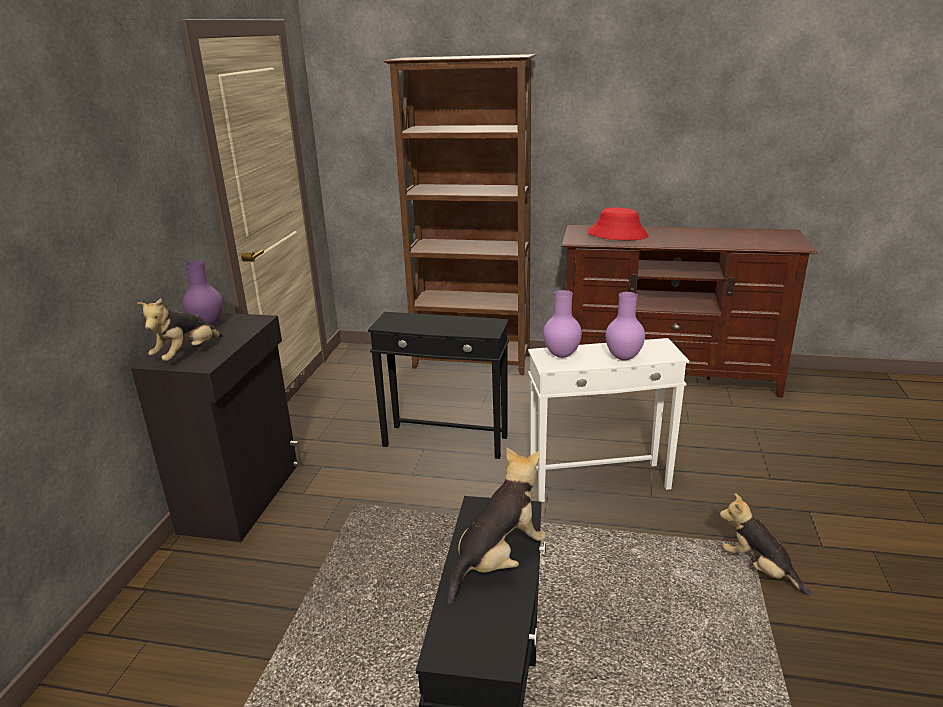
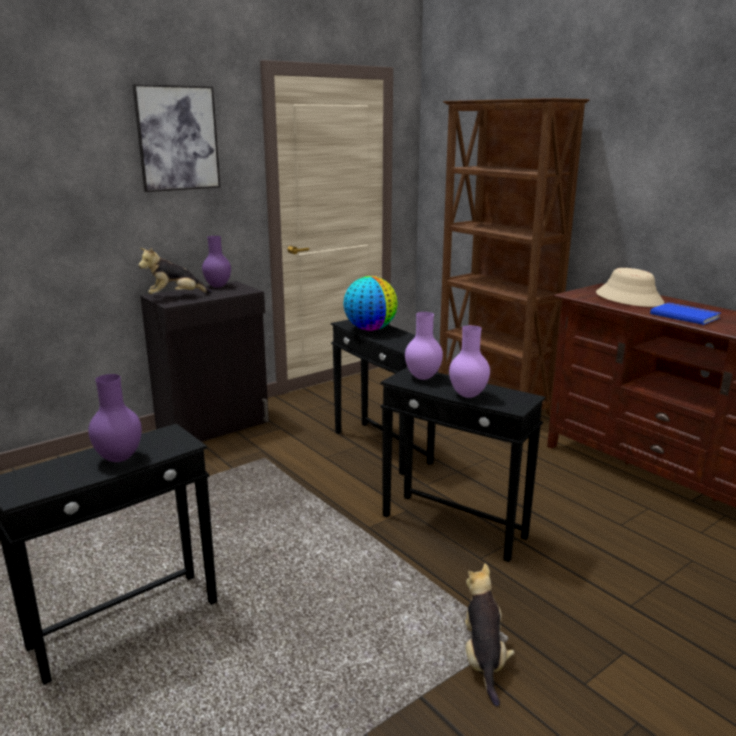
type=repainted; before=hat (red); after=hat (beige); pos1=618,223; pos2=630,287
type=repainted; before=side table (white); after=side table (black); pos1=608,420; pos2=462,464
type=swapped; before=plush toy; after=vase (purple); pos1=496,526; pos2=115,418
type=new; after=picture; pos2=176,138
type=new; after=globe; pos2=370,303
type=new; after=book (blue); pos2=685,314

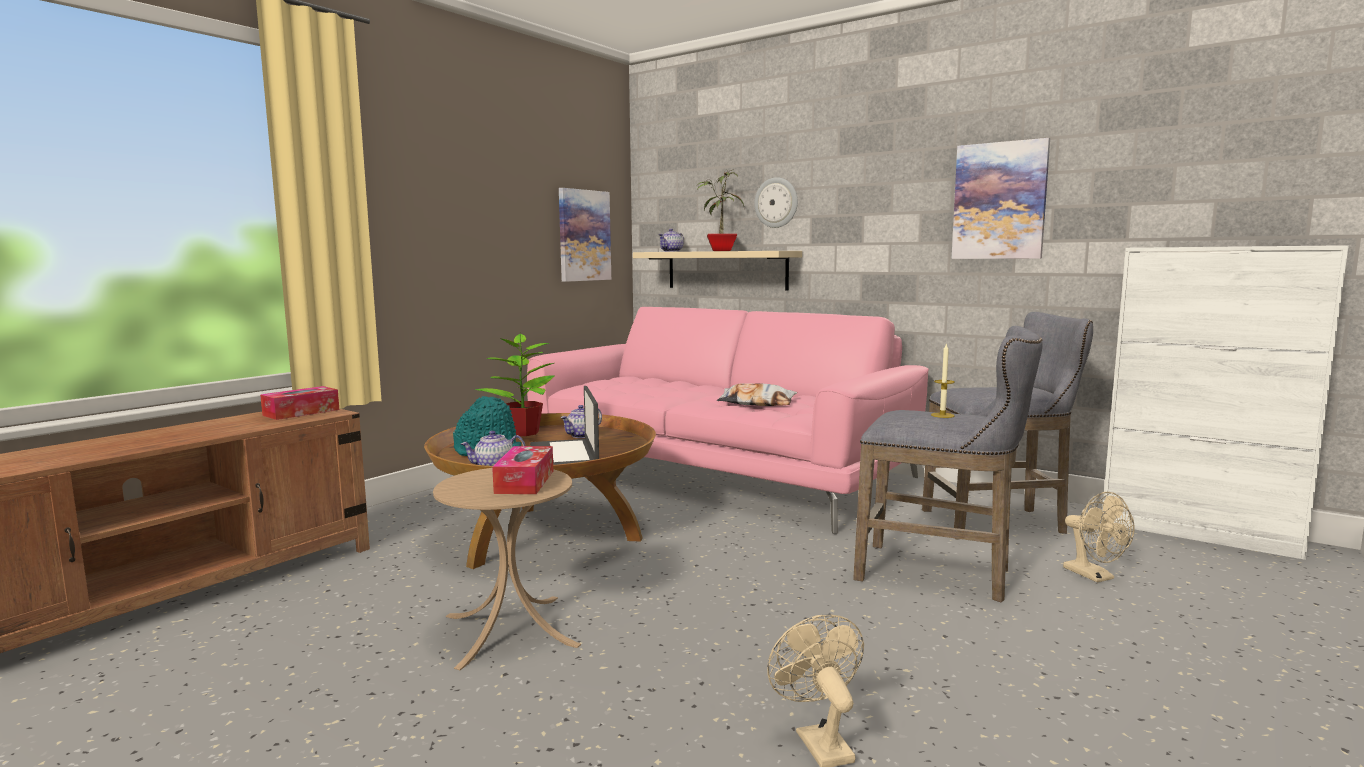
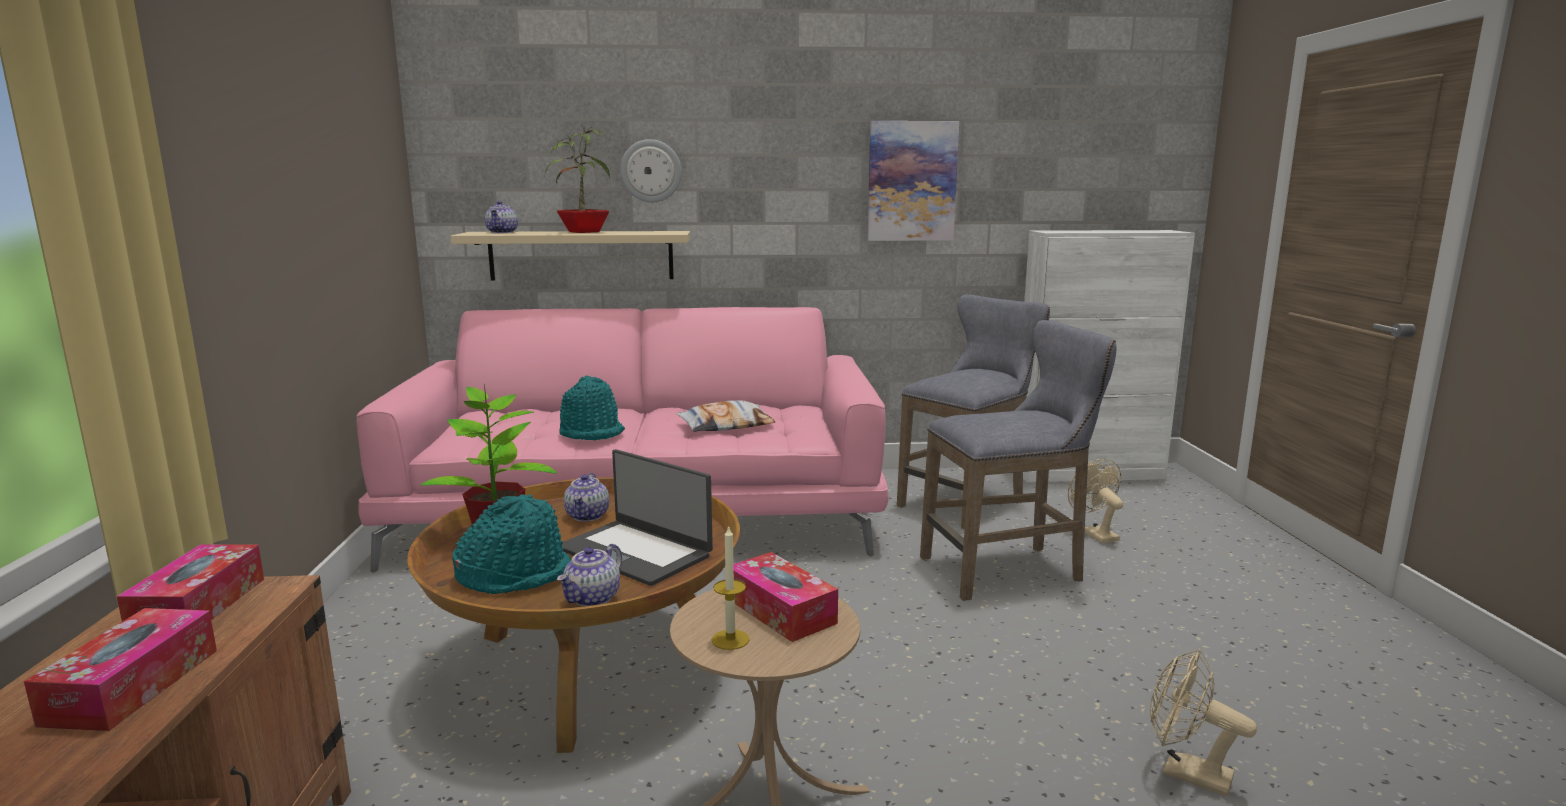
type=gone; before=picture; pos1=585,235
type=shifted; before=candle; pos1=943,380; pos2=731,587
type=rotated; before=fan (beige); pos1=1099,537; pos2=1095,501; turn=-135
type=new; after=hat (turquoise); pos2=592,407
type=new; after=tissue box; pos2=120,669

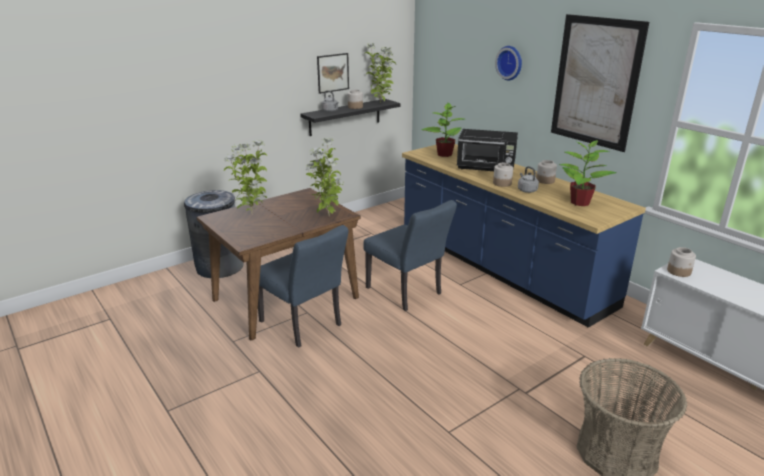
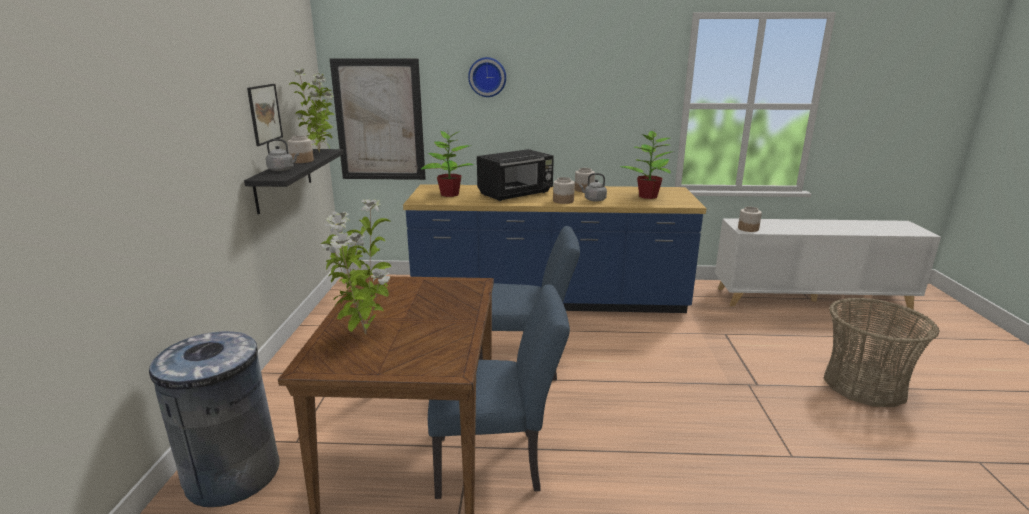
type=shifted; before=picture; pos1=600,83; pos2=378,119
type=gone; before=potted plant; pos1=324,177

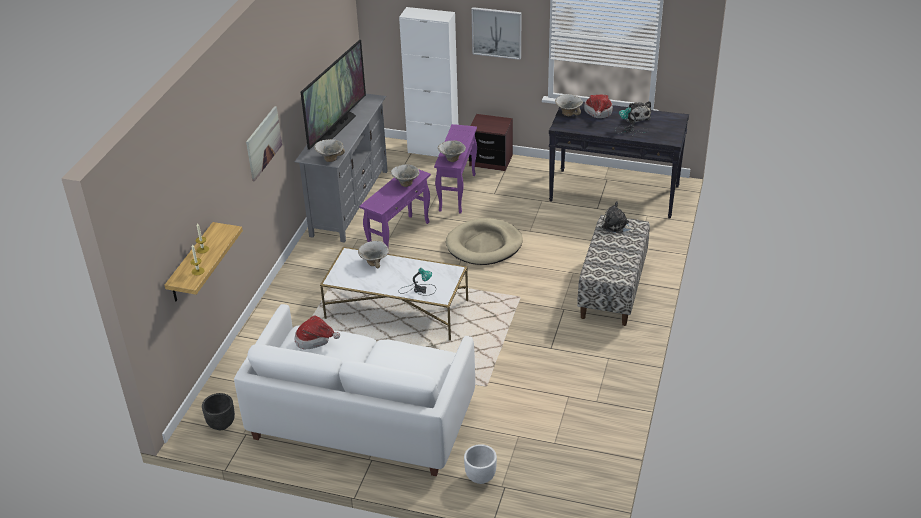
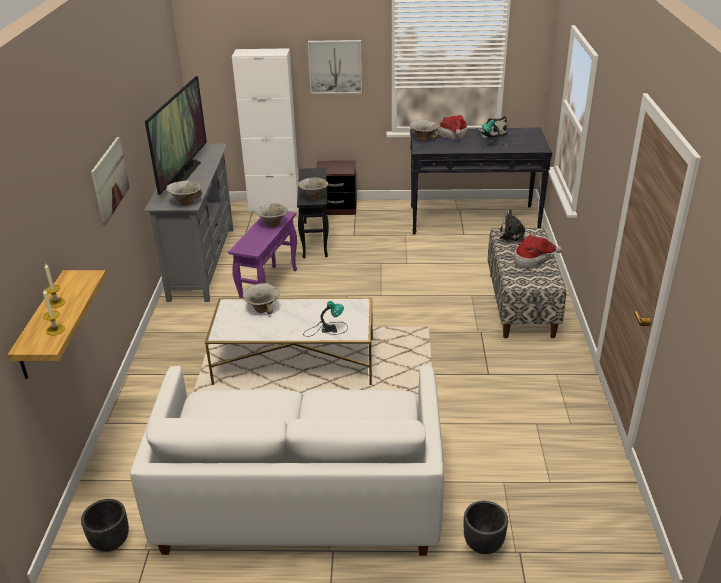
type=repainted; before=side table (purple); after=side table (black); pos1=455,169; pos2=313,213
type=gone; before=dog bed (beige); pos1=484,241
type=shifted; before=hat; pos1=317,332; pos2=538,252
type=repainted; before=planter (white); after=planter (black); pos1=480,464; pos2=486,527

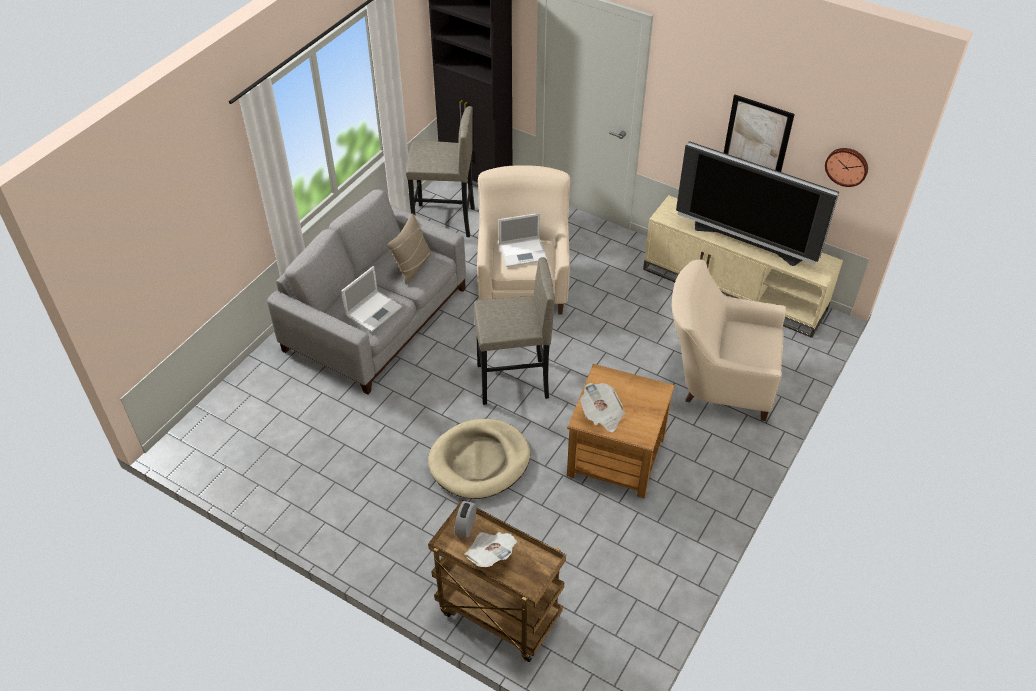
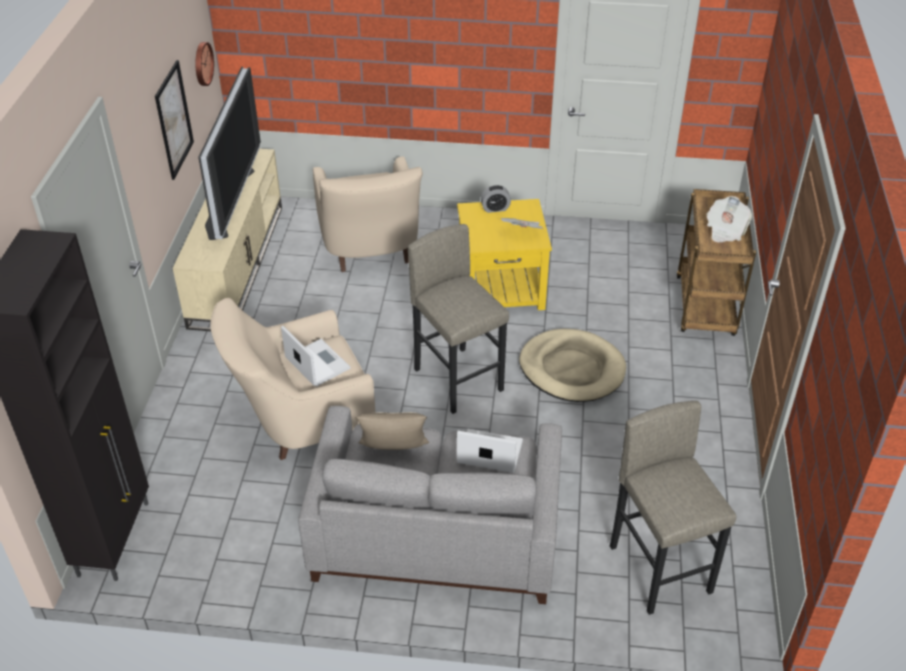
type=shifted; before=stool (grey); pos1=440,171; pos2=673,508
type=repainted; before=side table (brown); after=side table (yellow); pos1=621,431; pos2=504,254
type=shifted; before=alarm clock; pos1=465,519; pos2=496,199

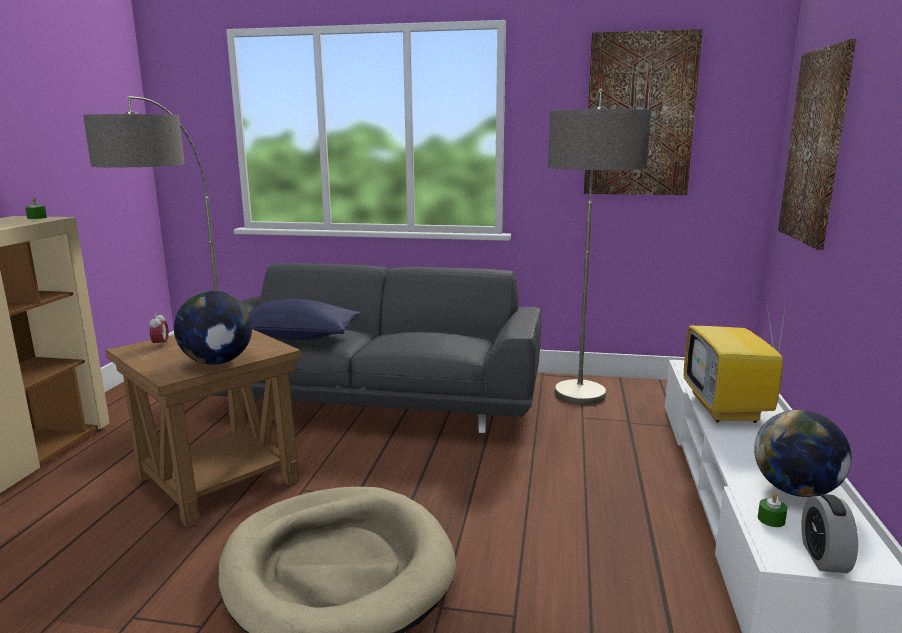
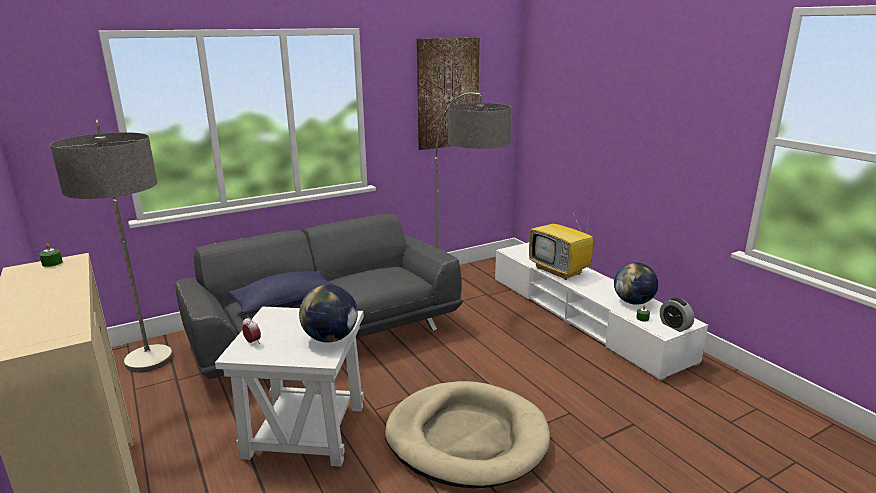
type=gone; before=picture; pos1=817,144
type=repainted; before=side table (brown); after=side table (white); pos1=203,428; pos2=289,386

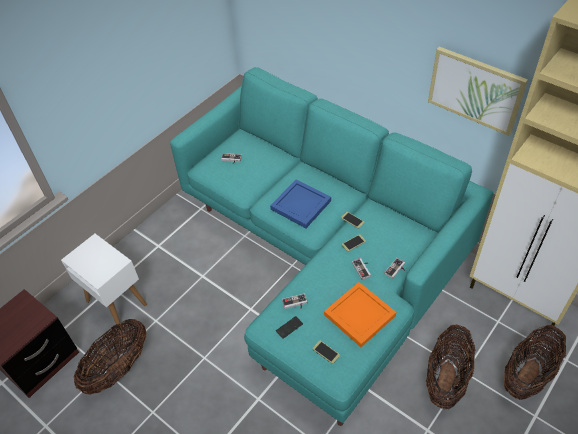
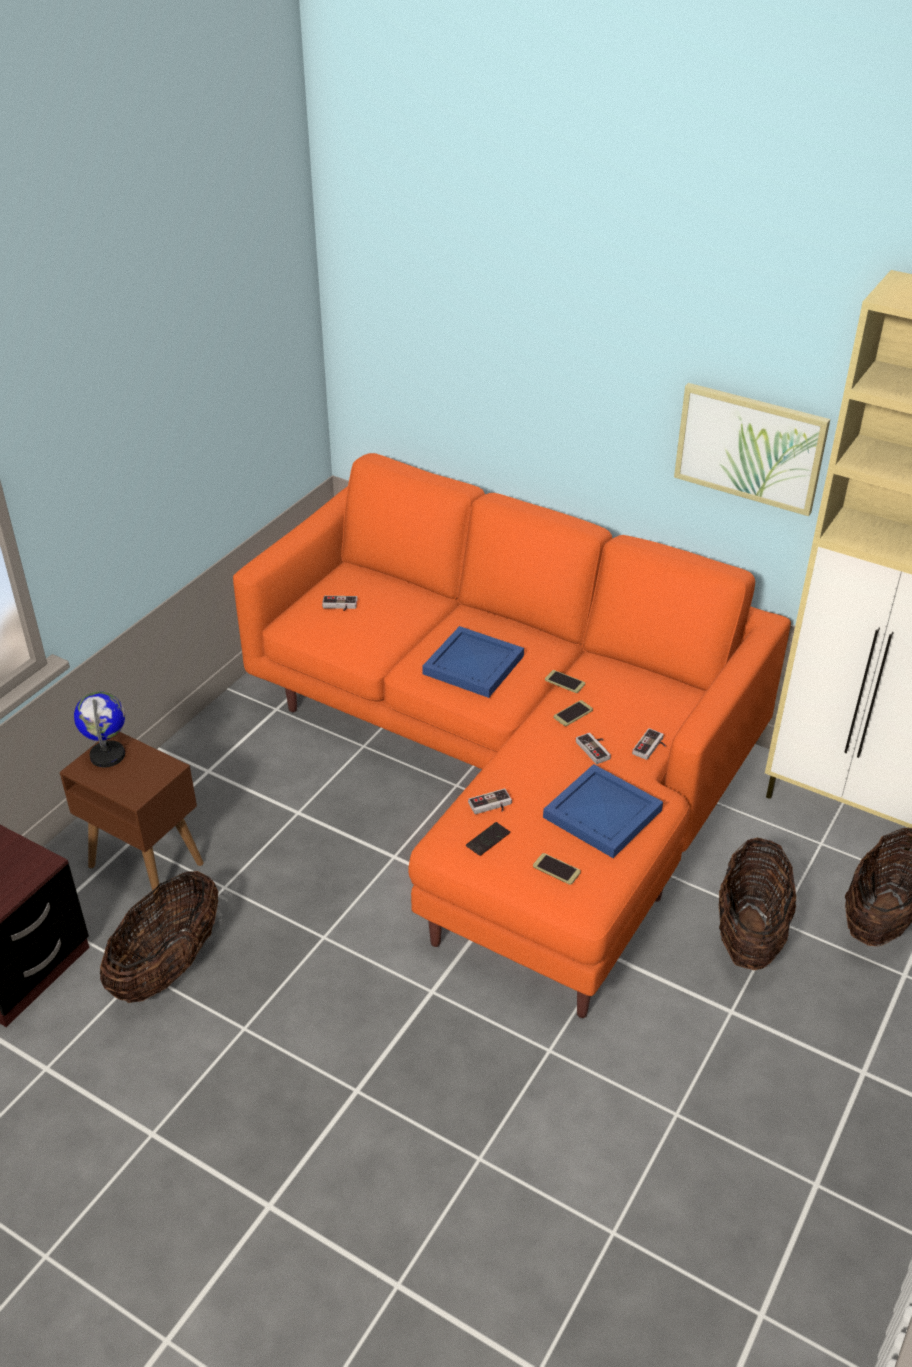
type=repainted; before=sofa (turquoise); after=sofa (orange); pos1=331,246; pos2=512,735
type=repainted; before=side table (white); after=side table (brown); pos1=104,281; pos2=132,817
type=repainted; before=tray (orange); after=tray (blue); pos1=360,314; pos2=603,811
type=new; after=globe; pos2=99,729

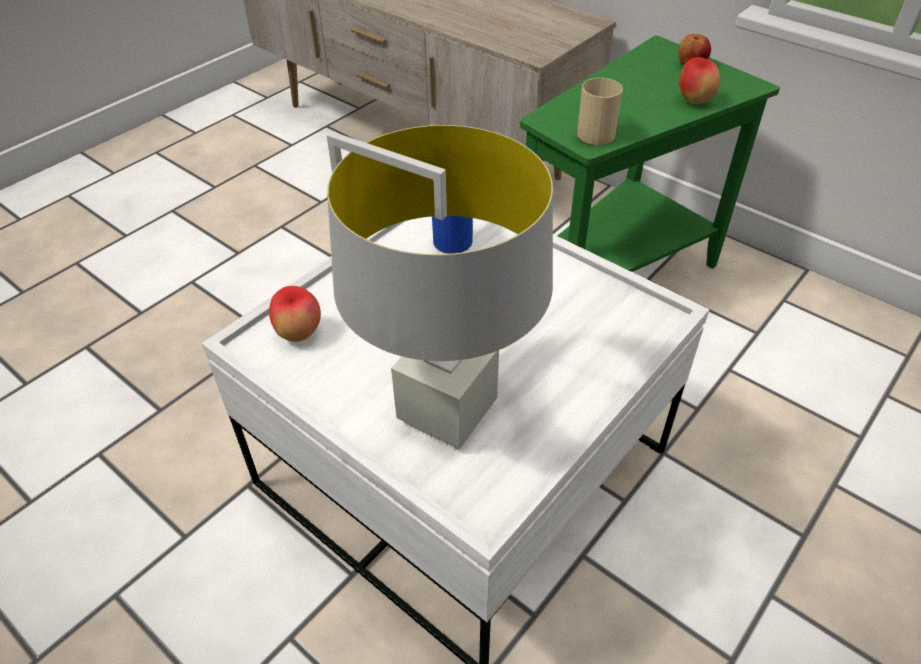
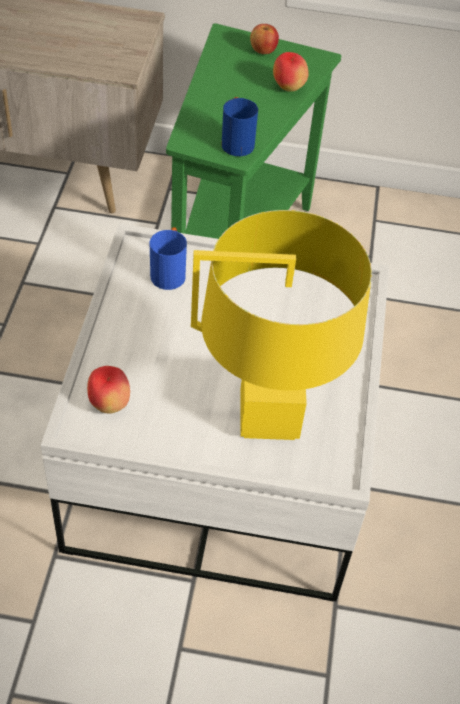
type=repainted; before=mug (beige); after=mug (blue); pos1=600,111; pos2=240,126
type=repainted; before=table lamp (grey); after=table lamp (yellow); pos1=440,287; pos2=281,325

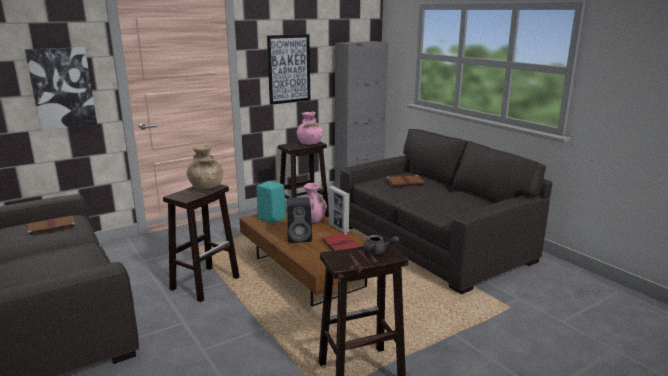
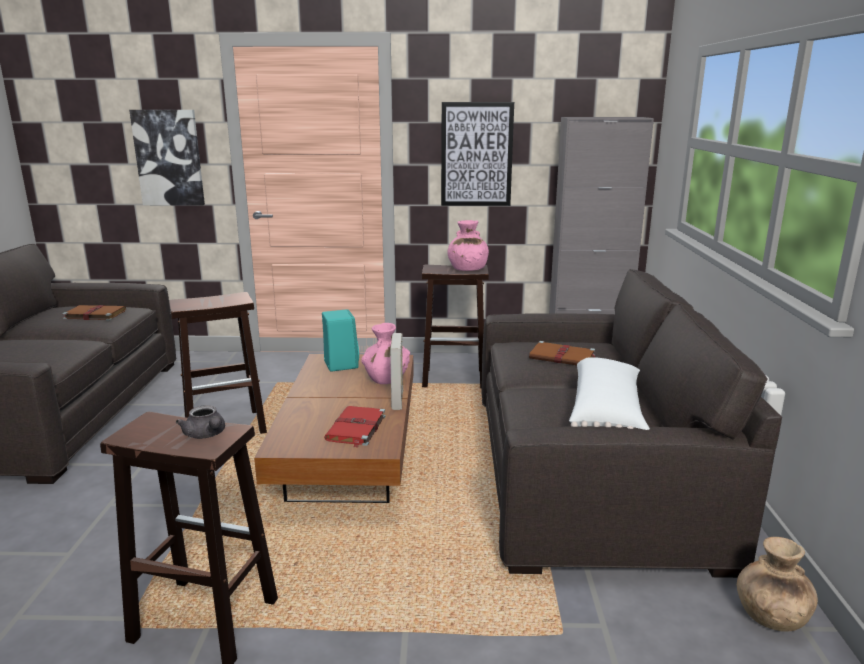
type=shifted; before=vase (brown); pos1=205,167; pos2=777,584
type=gone; before=speaker (black); pos1=299,220
type=new; after=pillow (white); pos2=609,393

